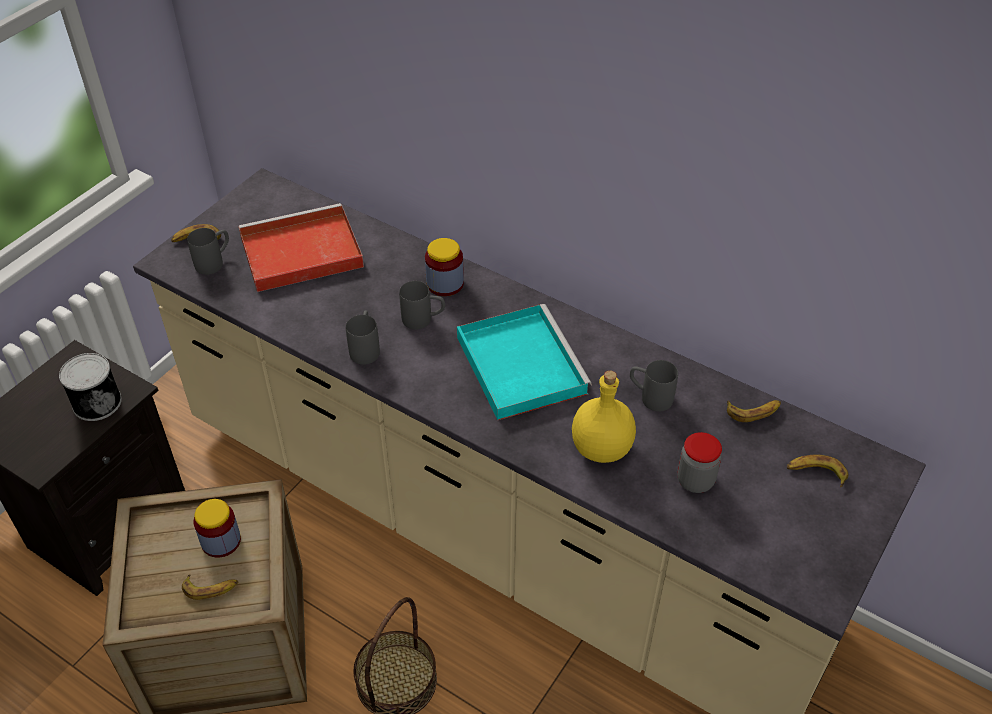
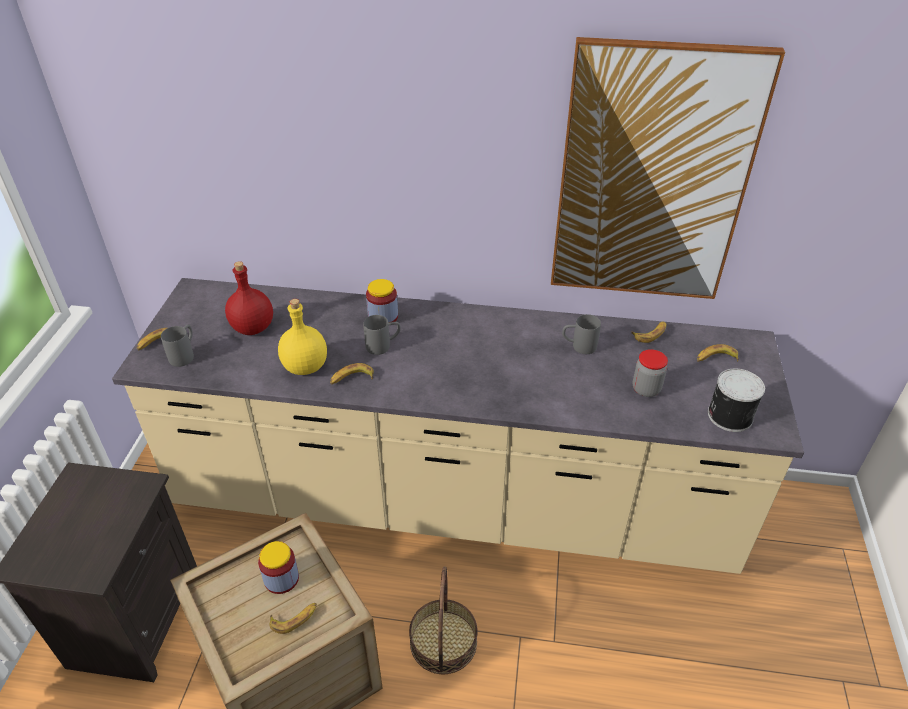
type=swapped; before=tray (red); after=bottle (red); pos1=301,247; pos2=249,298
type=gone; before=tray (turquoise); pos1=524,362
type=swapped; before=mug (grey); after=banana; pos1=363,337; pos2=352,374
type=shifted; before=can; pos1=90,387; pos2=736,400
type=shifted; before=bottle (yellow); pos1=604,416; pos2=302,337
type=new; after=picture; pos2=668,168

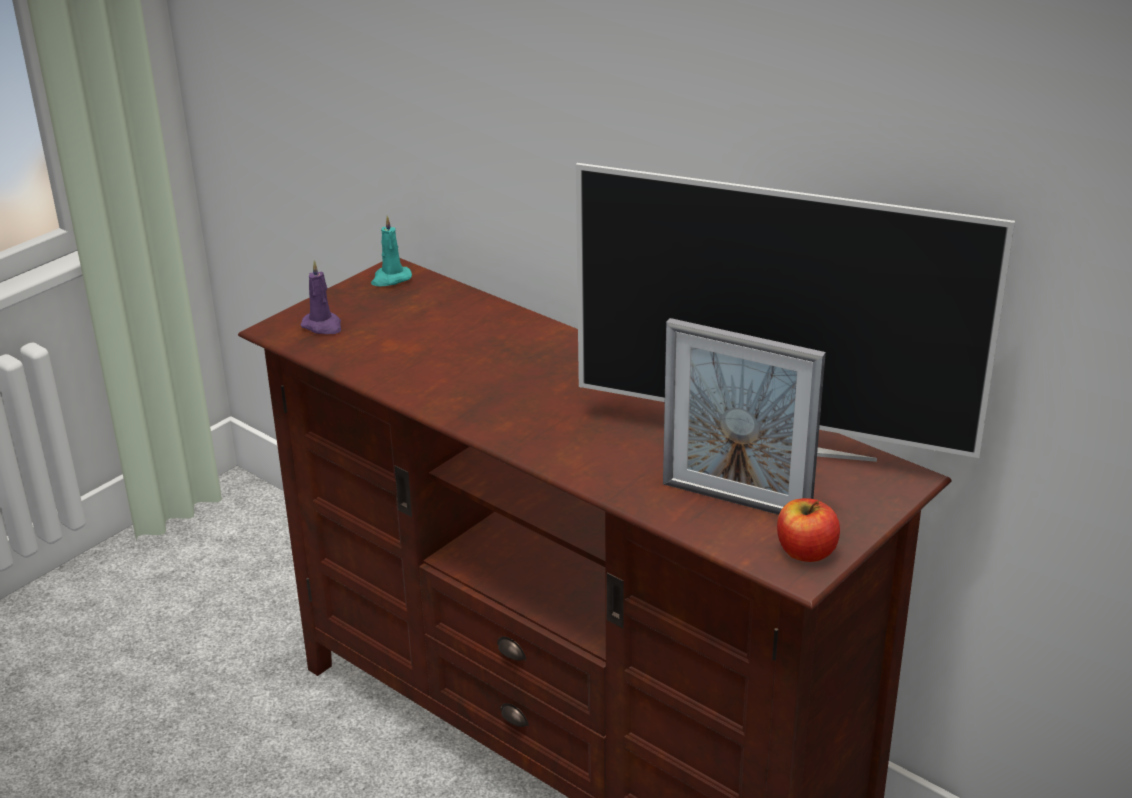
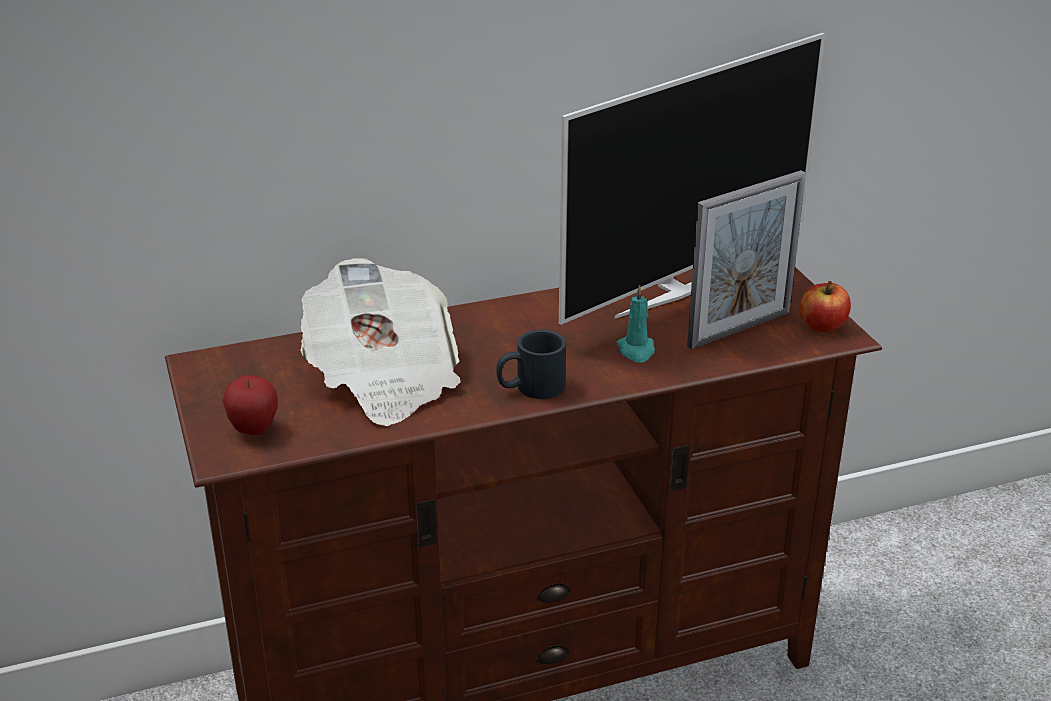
type=shifted; before=candle (turquoise); pos1=391,251; pos2=636,324
type=swapped; before=candle (purple); after=apple; pos1=320,297; pos2=250,405
type=new; after=newspaper; pos2=380,342
type=new; after=mug (black); pos2=531,364

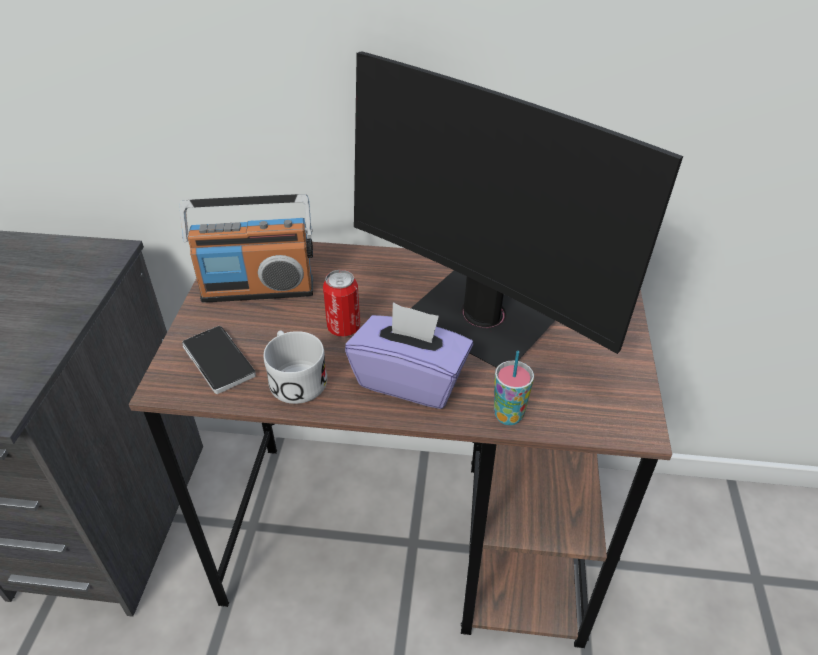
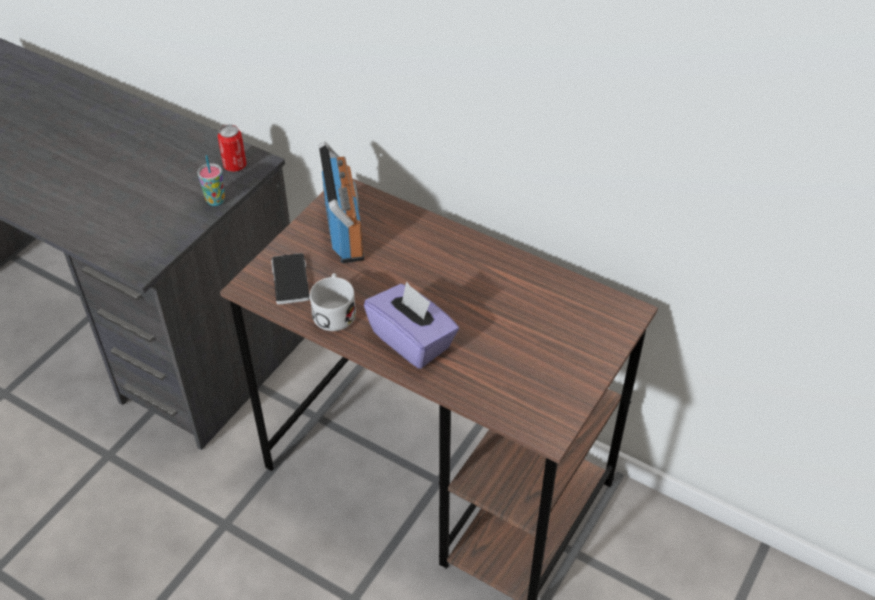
type=gone; before=monitor; pos1=518,209
type=rotated; before=radio; pos1=246,248; pos2=341,202; turn=-120
type=shifted; before=can; pos1=341,303; pos2=232,148
type=shifted; before=cup; pos1=514,388; pos2=211,180

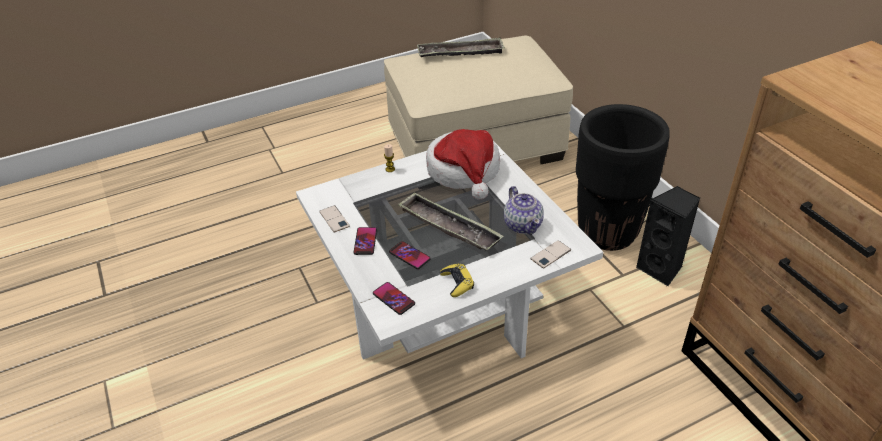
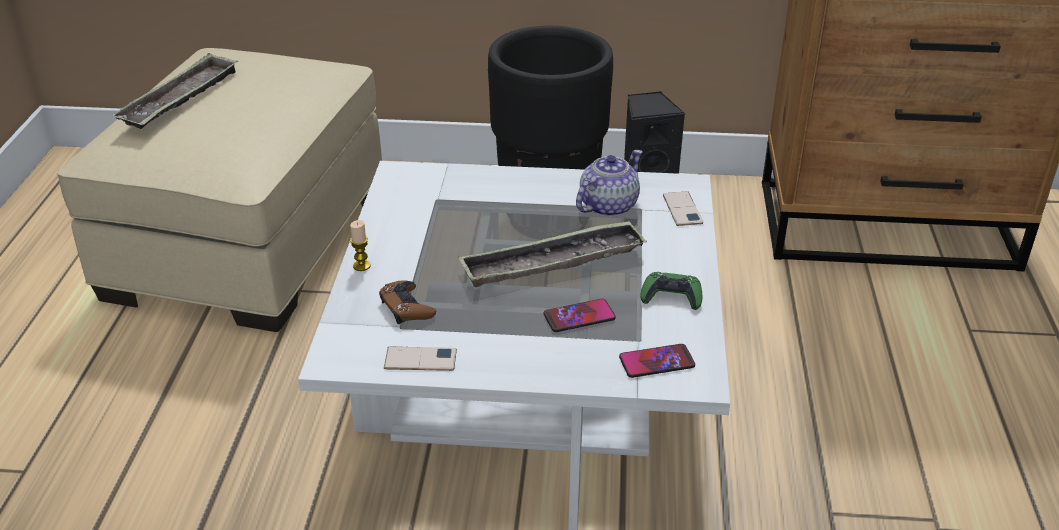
type=gone; before=hat; pos1=463,164
type=rotated; before=teapot; pos1=523,210; pos2=609,183; turn=-60
type=gone; before=phone; pos1=365,241
type=repainted; before=game controller (yellow); after=game controller (green); pos1=457,280; pos2=671,291
type=new; after=game controller (brown); pos2=407,302

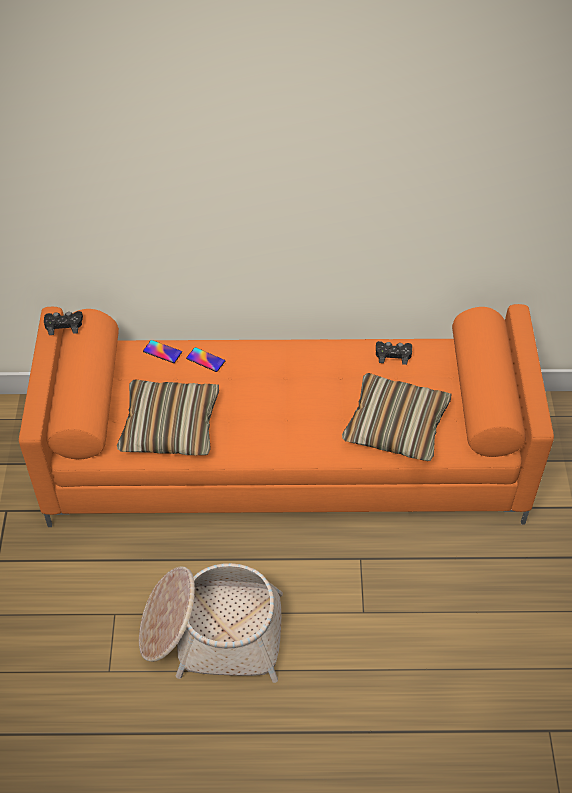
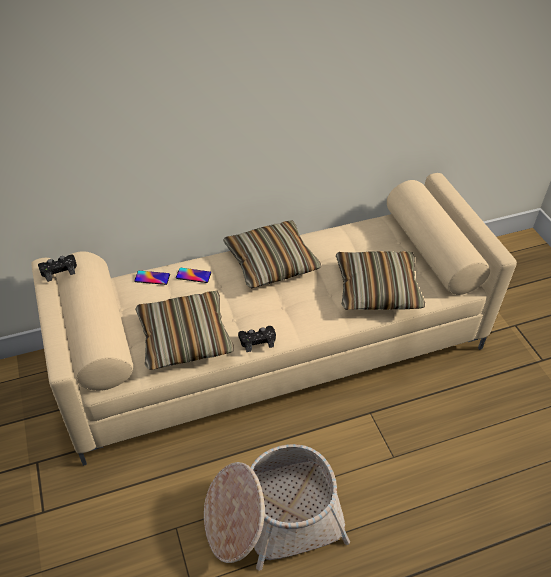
type=repainted; before=sofa (orange); after=sofa (beige); pos1=286,415; pos2=274,319
type=shifted; before=game controller (black); pos1=394,353; pos2=257,339
type=new; after=pillow; pos2=272,254

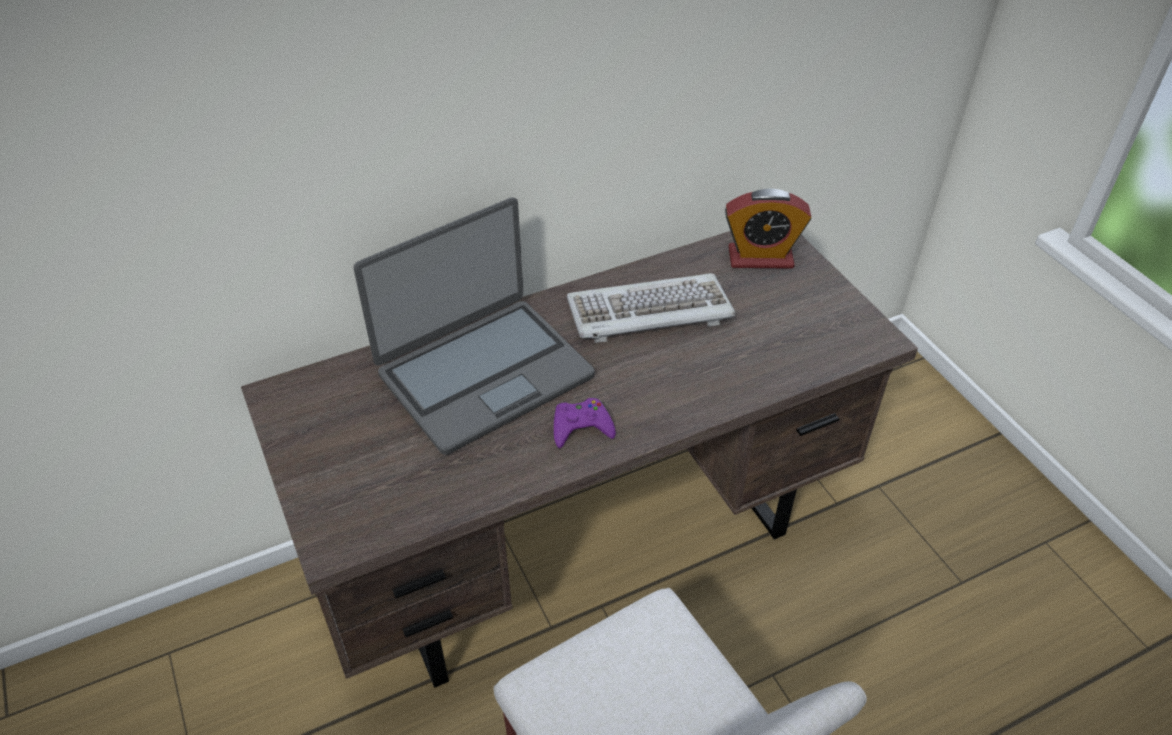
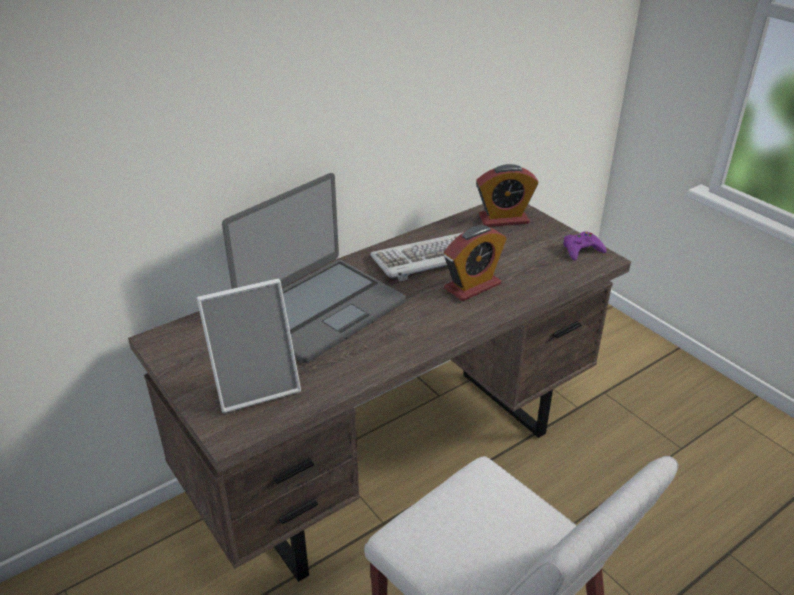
type=shifted; before=game controller (purple); pos1=585,423; pos2=584,246
type=new; after=alarm clock; pos2=475,263
type=new; after=picture frame; pos2=249,345

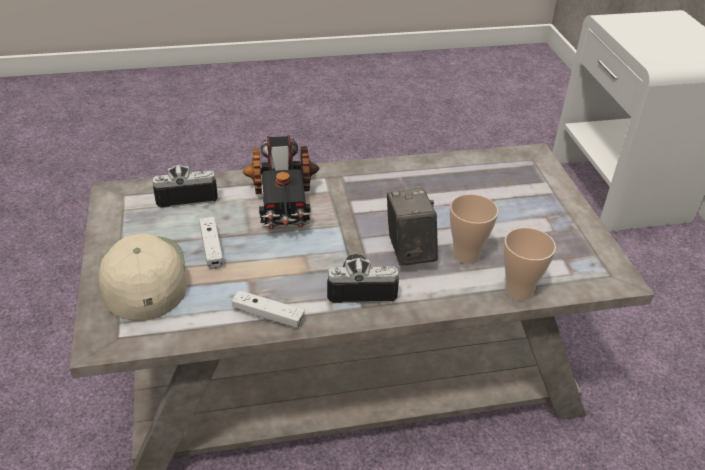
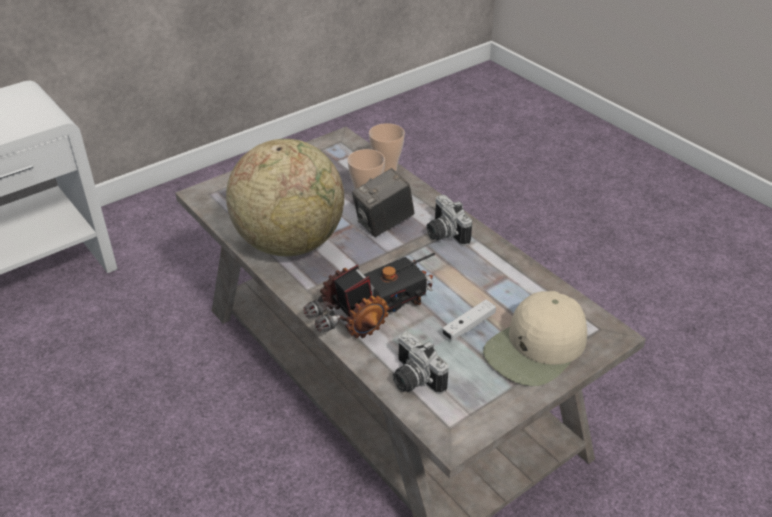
type=gone; before=game controller (white); pos1=268,309
type=new; after=globe; pos2=285,197

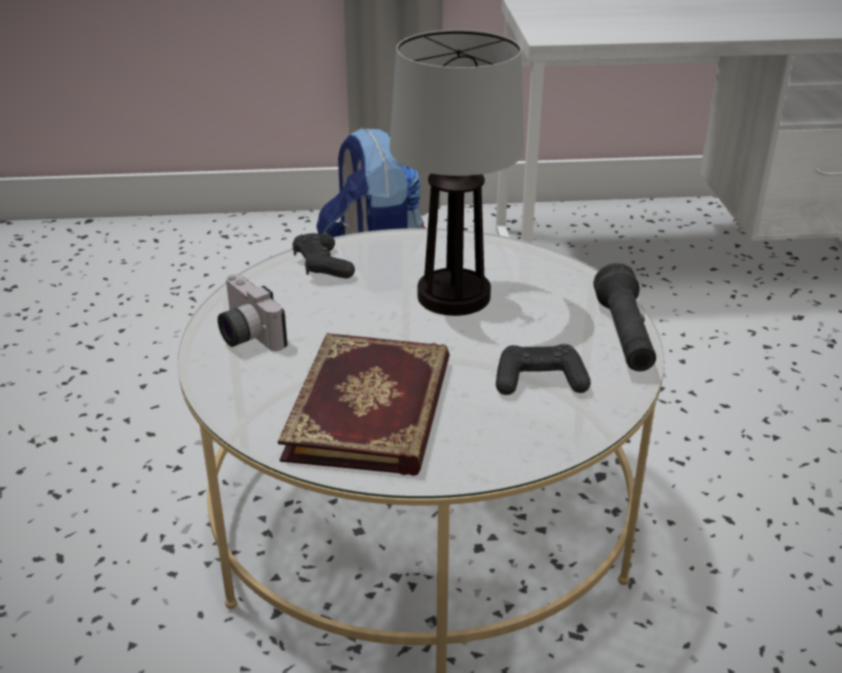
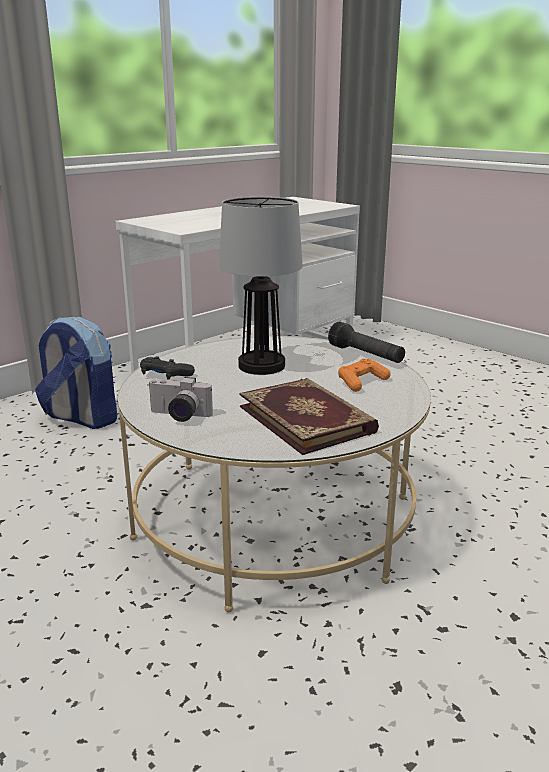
type=repainted; before=game controller (black); after=game controller (orange); pos1=543,369; pos2=364,375

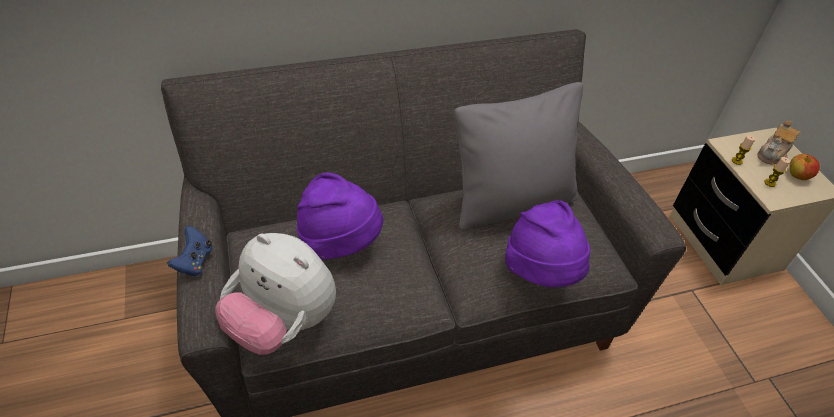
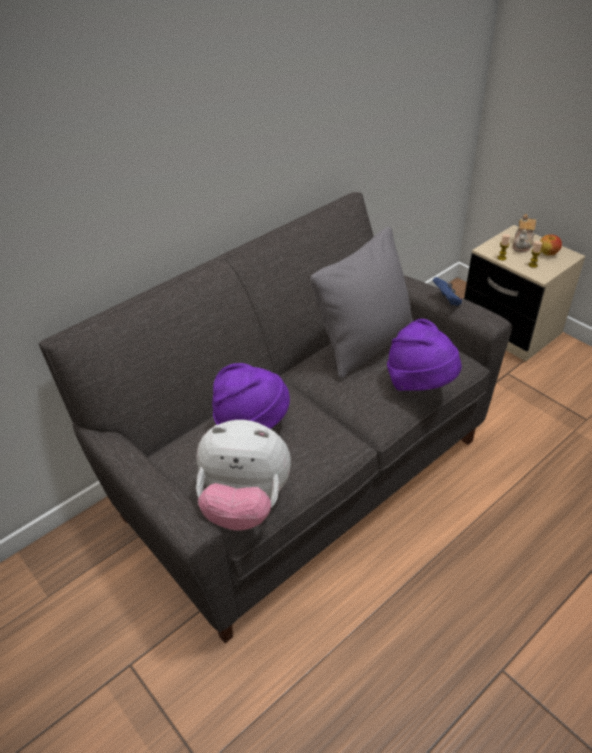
type=shifted; before=game controller (blue); pos1=190,251; pos2=447,291

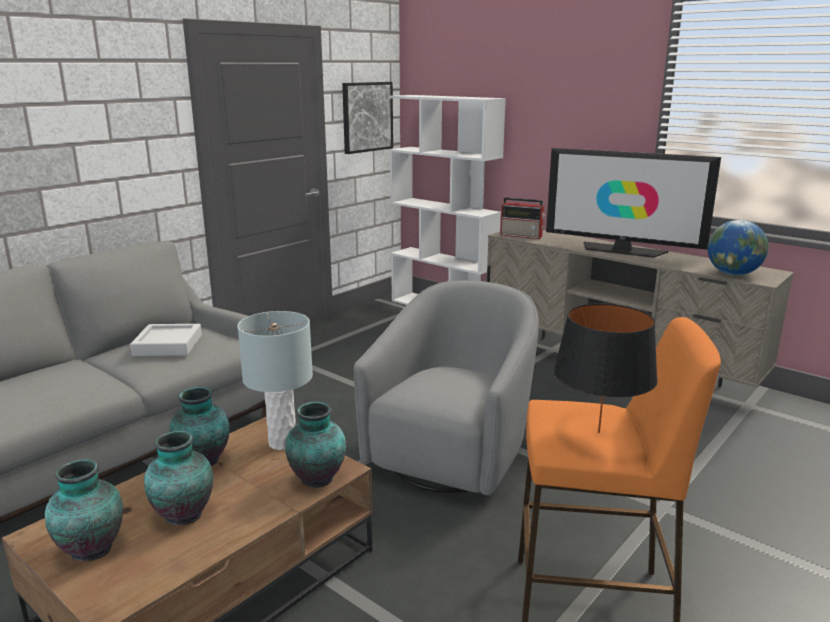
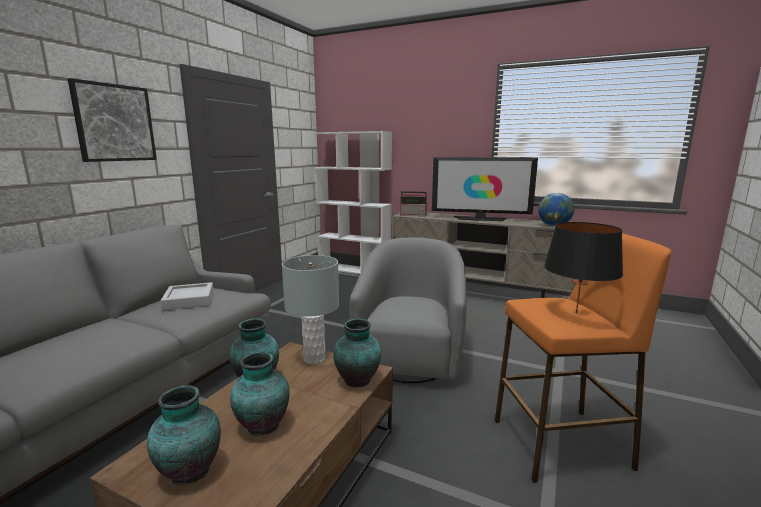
type=shifted; before=picture; pos1=367,118; pos2=112,120

